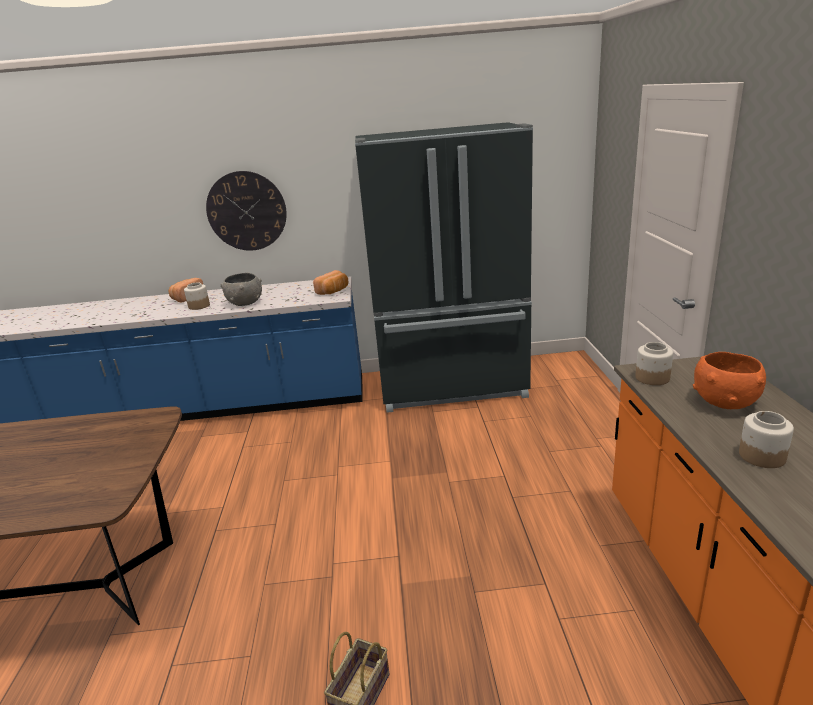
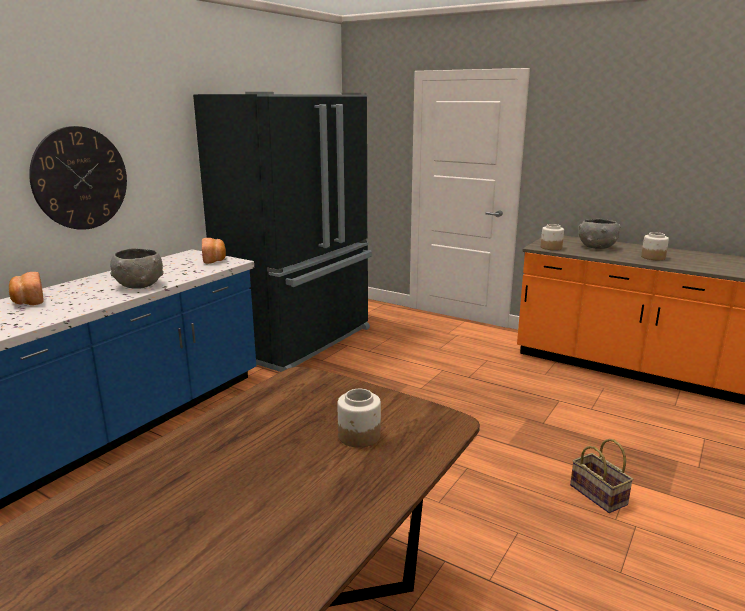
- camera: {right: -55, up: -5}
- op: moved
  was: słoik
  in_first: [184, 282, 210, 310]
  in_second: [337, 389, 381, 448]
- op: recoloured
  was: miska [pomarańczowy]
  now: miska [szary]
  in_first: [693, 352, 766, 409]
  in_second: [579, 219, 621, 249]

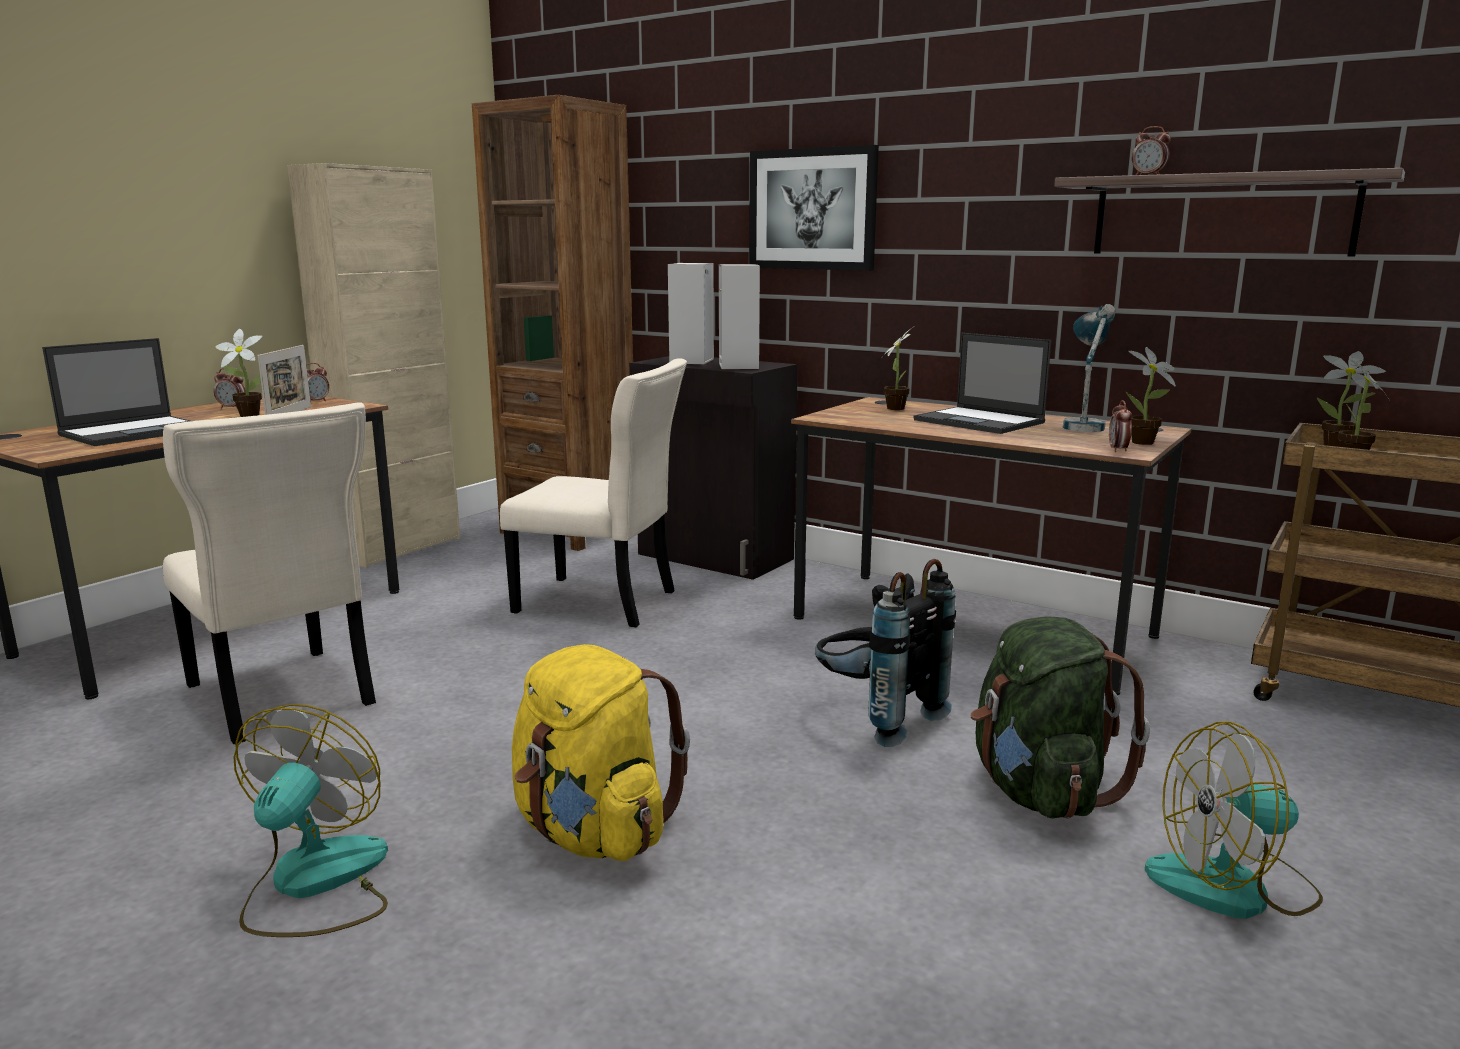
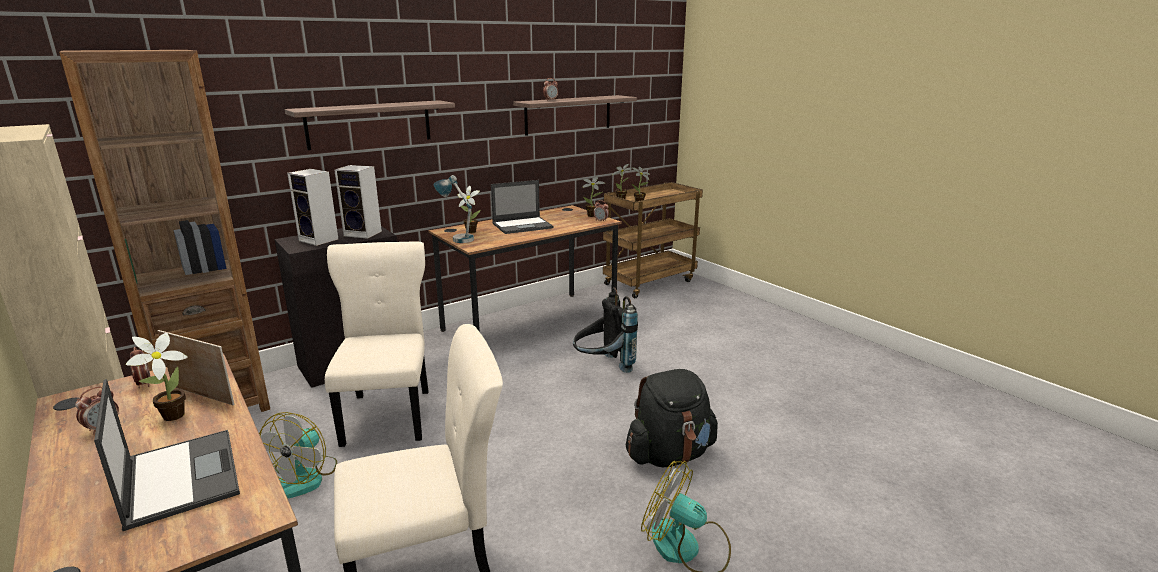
- camera: {right: -70, up: 5}
- op: turned
  was: krzesło [beżowy]
  in_first: [500, 358, 687, 627]
  in_second: [325, 242, 428, 447]
  clockwise: -45
- op: recoloured
  was: plecak [żółty]
  now: plecak [czarny]
  in_first: [512, 644, 690, 861]
  in_second: [626, 369, 718, 467]
- op: replaced
  was: obraz
  now: półka
  in_first: [749, 145, 879, 271]
  in_second: [284, 100, 455, 150]
- op: removed
  was: plecak [zielony]
  in_first: [971, 616, 1150, 818]
- op: moved
  was: lampa stołowa
  in_first: [1063, 304, 1115, 432]
  in_second: [434, 175, 474, 243]
- op: moved
  was: wentylator
  in_first: [1145, 722, 1323, 919]
  in_second: [259, 412, 337, 498]

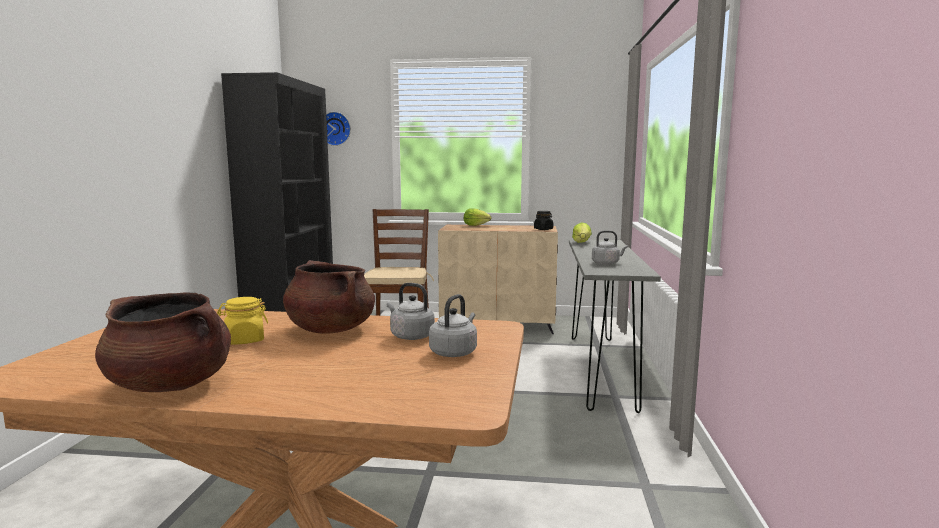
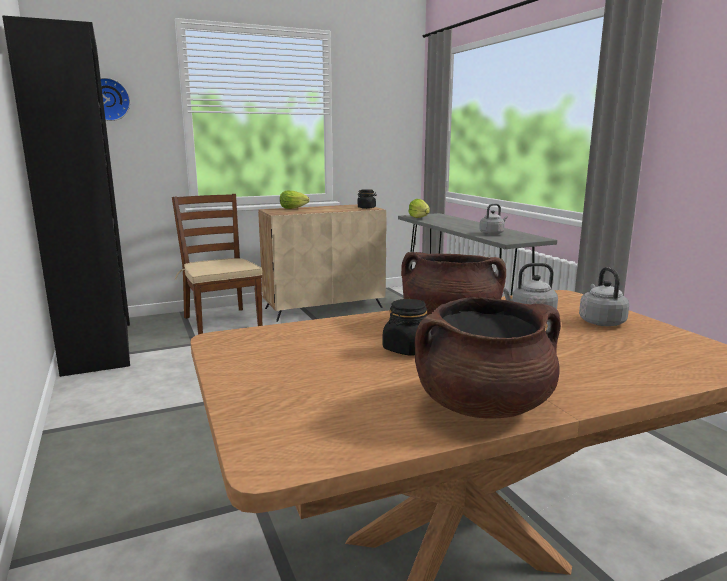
- camera: {right: -30, up: 5}
- op: recoloured
  was: słoik [żółty]
  now: słoik [czarny]
  in_first: [217, 297, 268, 345]
  in_second: [382, 299, 427, 356]

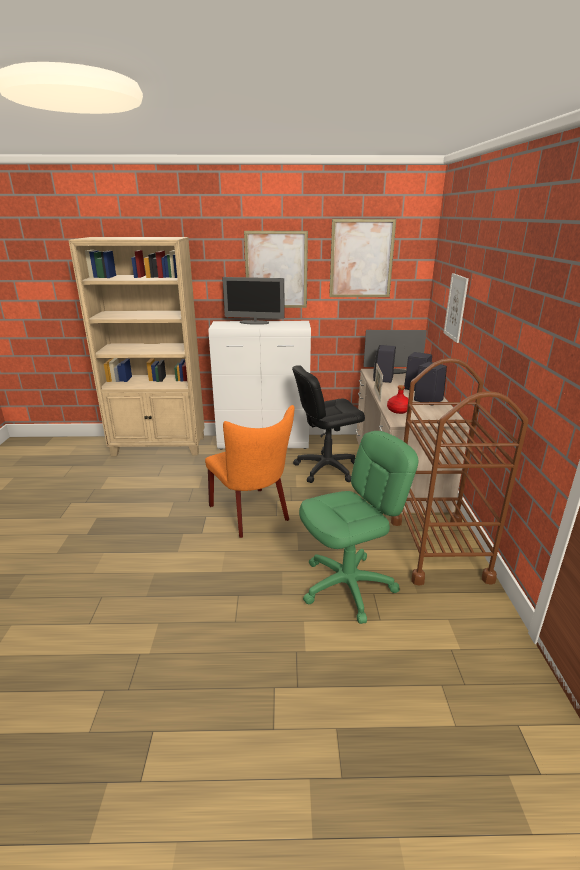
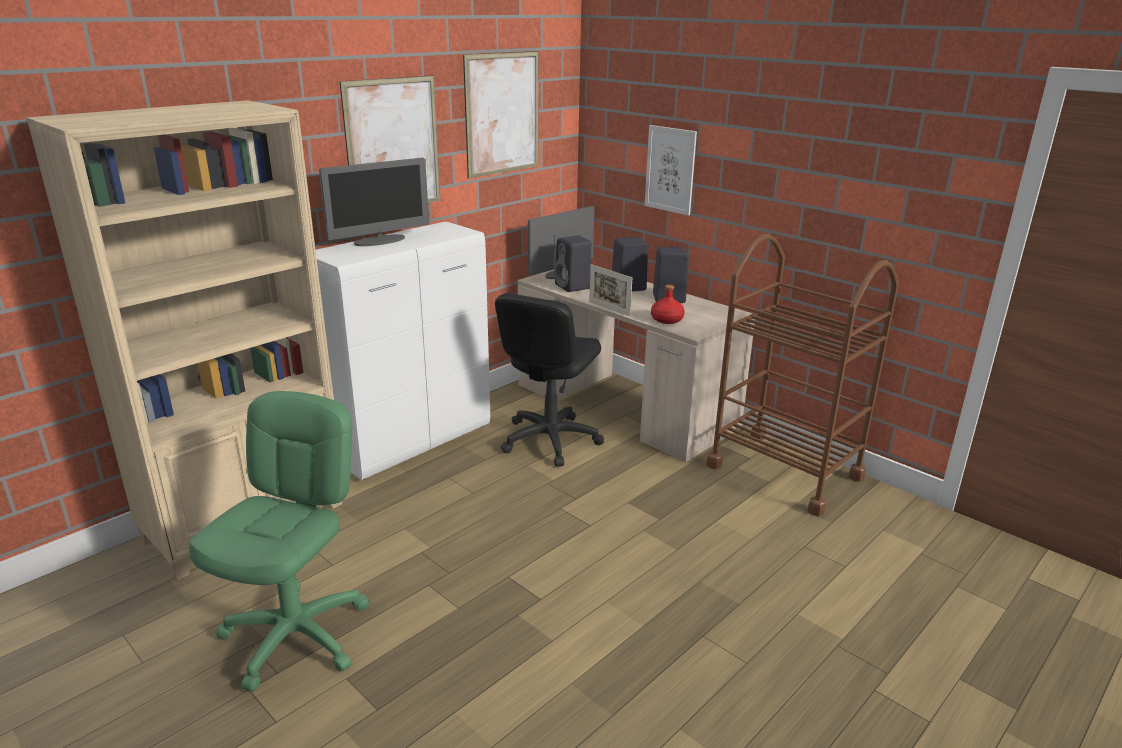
- camera: {right: -45, up: 0}
- op: removed
  was: krzesło [pomarańczowy]
  in_first: [205, 405, 295, 538]
- op: moved
  was: krzesło biurowe [zielony]
  in_first: [299, 431, 418, 624]
  in_second: [189, 391, 370, 692]

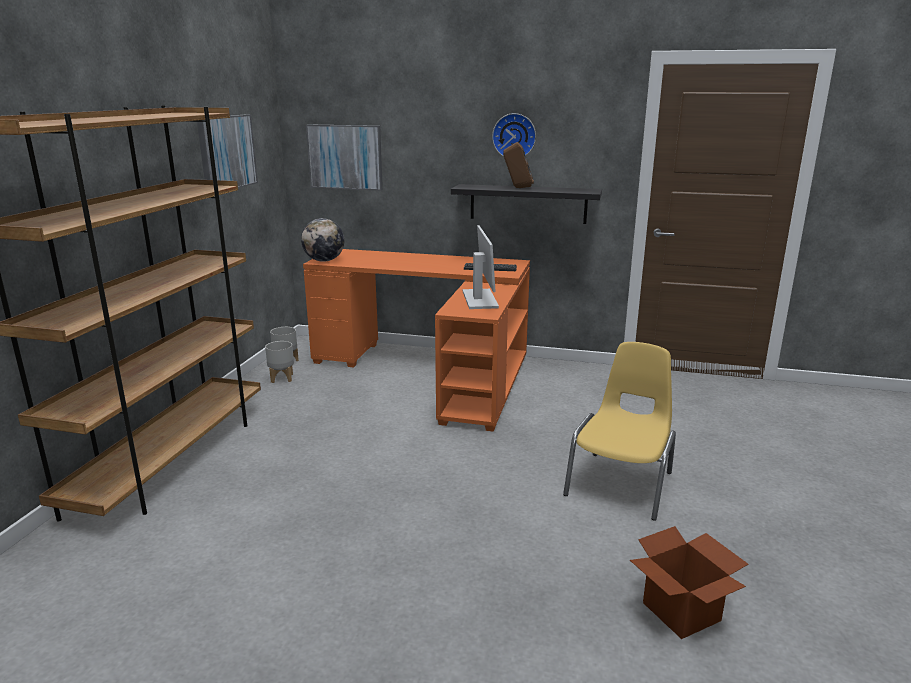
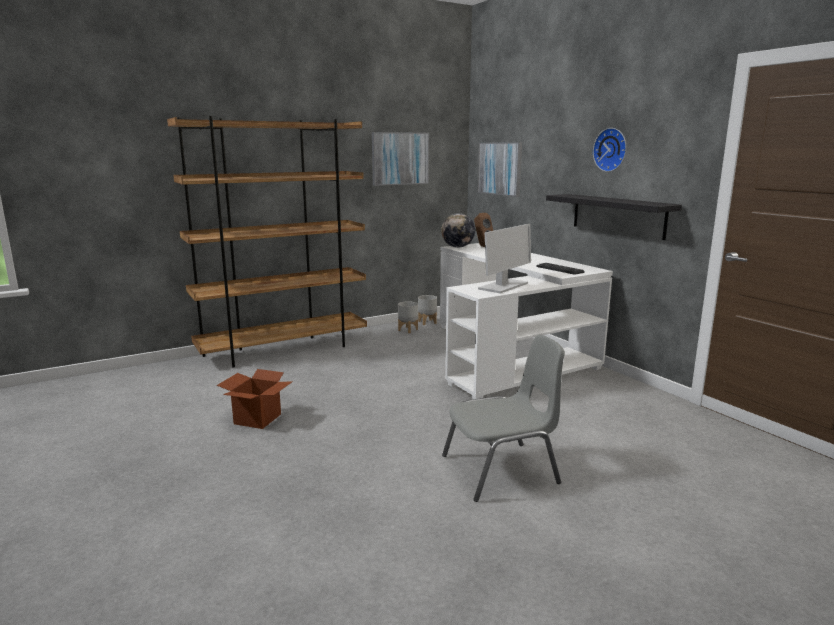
- camera: {right: 45, up: -5}
- op: recoloured
  was: biurko [pomarańczowy]
  now: biurko [biały]
  in_first: [303, 249, 530, 432]
  in_second: [440, 243, 613, 399]
- op: moved
  was: głośnik [brązowy]
  in_first: [503, 142, 534, 188]
  in_second: [474, 213, 493, 247]
- op: recoloured
  was: krzesło [żółty]
  now: krzesło [szary]
  in_first: [563, 342, 676, 521]
  in_second: [442, 335, 565, 502]
- op: moved
  was: karton
  in_first: [630, 526, 749, 639]
  in_second: [217, 369, 292, 429]

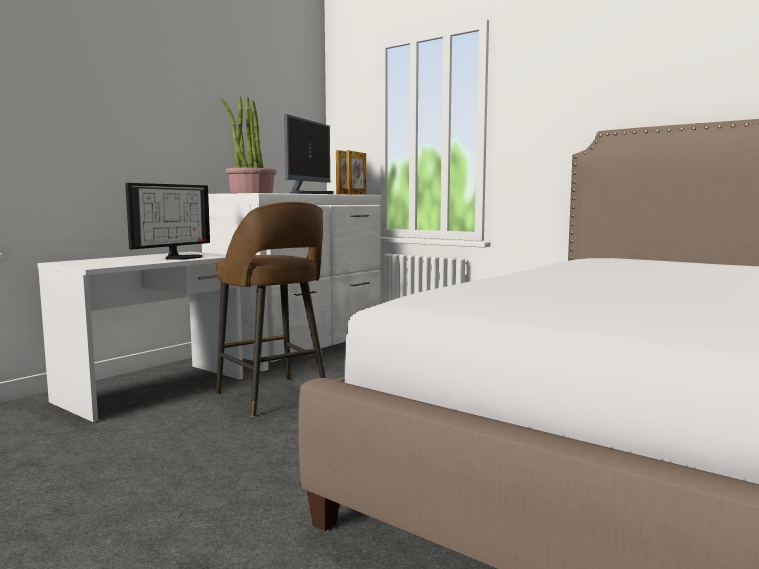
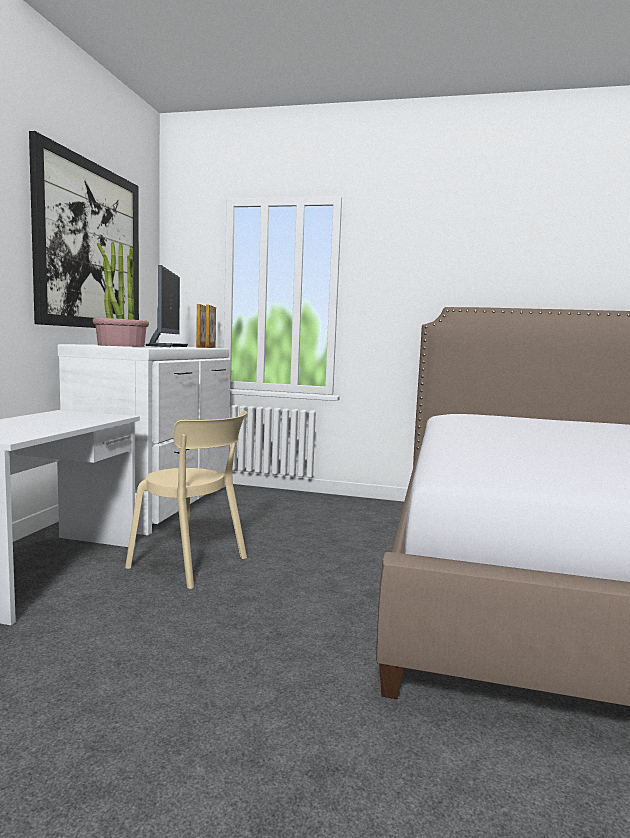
- camera: {right: -25, up: 0}
- op: removed
  was: monitor
  in_first: [125, 183, 210, 260]
- op: replaced
  was: stołek [brązowy]
  now: krzesło [beżowy]
  in_first: [216, 202, 326, 417]
  in_second: [125, 411, 247, 589]
- op: added
  now: obraz
  in_second: [29, 131, 139, 328]

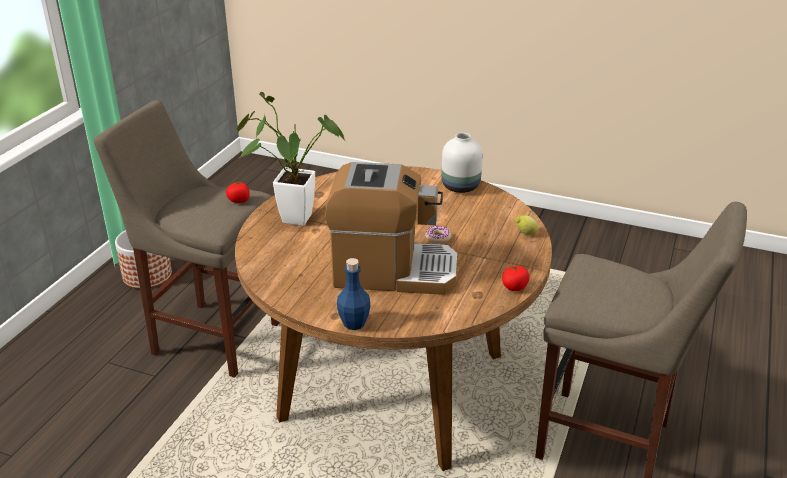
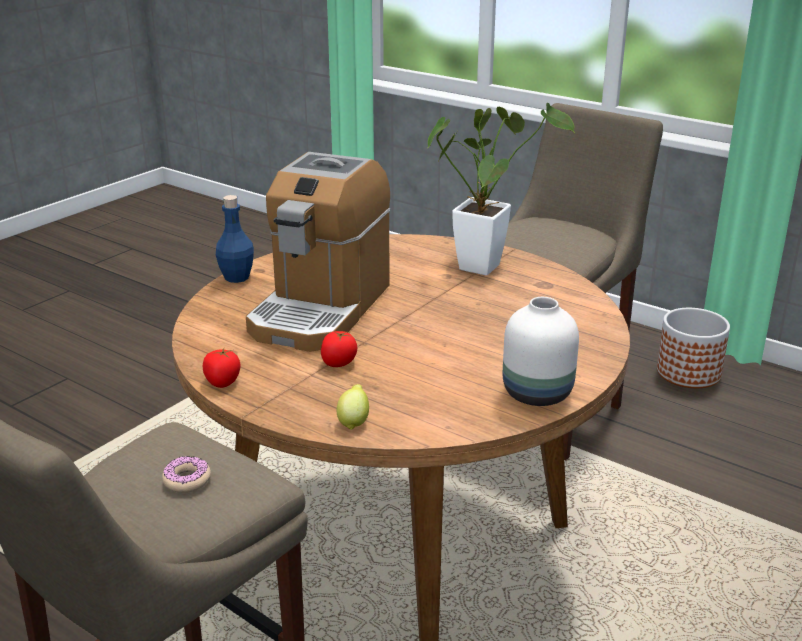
- camera: {right: 105, up: -5}
- op: moved
  was: pomidor
  in_first: [226, 181, 250, 203]
  in_second: [321, 331, 357, 367]
- op: moved
  was: donut
  in_first: [425, 225, 451, 244]
  in_second: [162, 456, 211, 493]

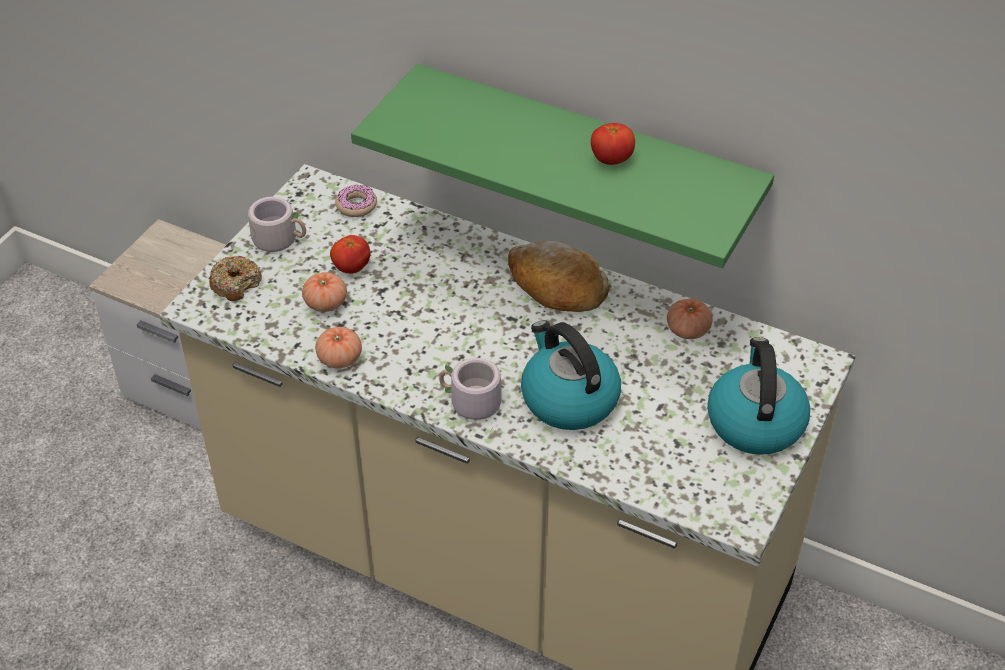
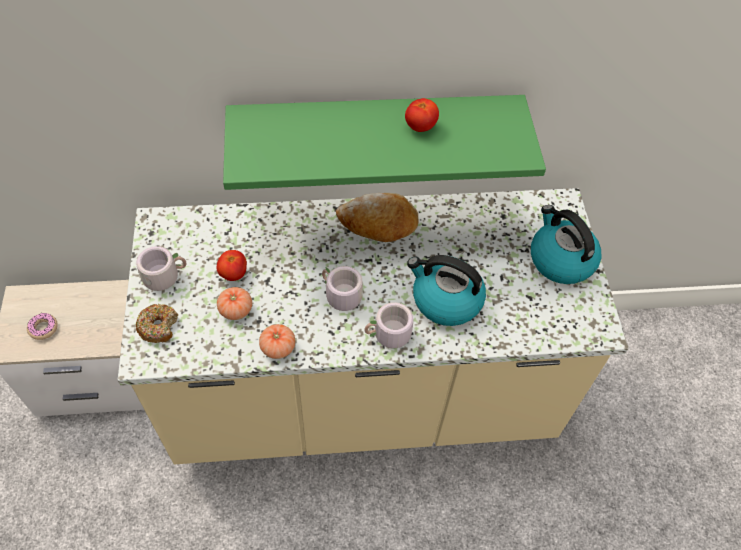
- camera: {right: -35, up: 10}
- op: moved
  was: donut
  in_first: [335, 185, 377, 217]
  in_second: [27, 313, 57, 340]
- op: removed
  was: pomidor
  in_first: [667, 299, 713, 339]
- op: added
  now: kubek [szary]
  in_second: [322, 266, 363, 311]

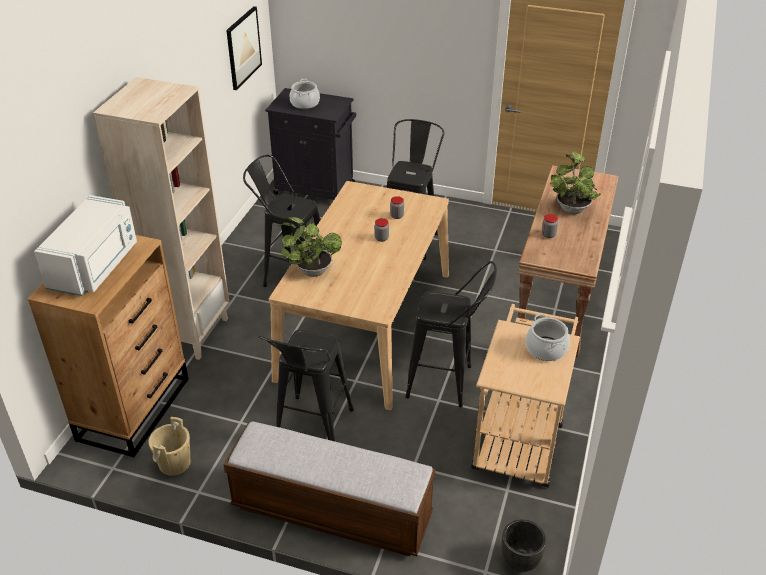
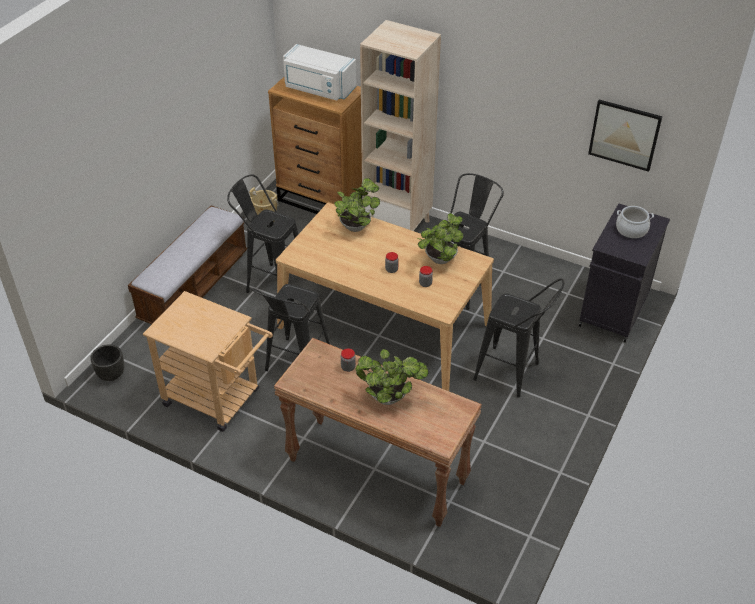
- camera: {right: 100, up: 5}
- op: removed
  was: garnek
  in_first: [526, 313, 570, 361]
- op: added
  now: roślina doniczkowa
  in_second: [417, 213, 463, 264]

